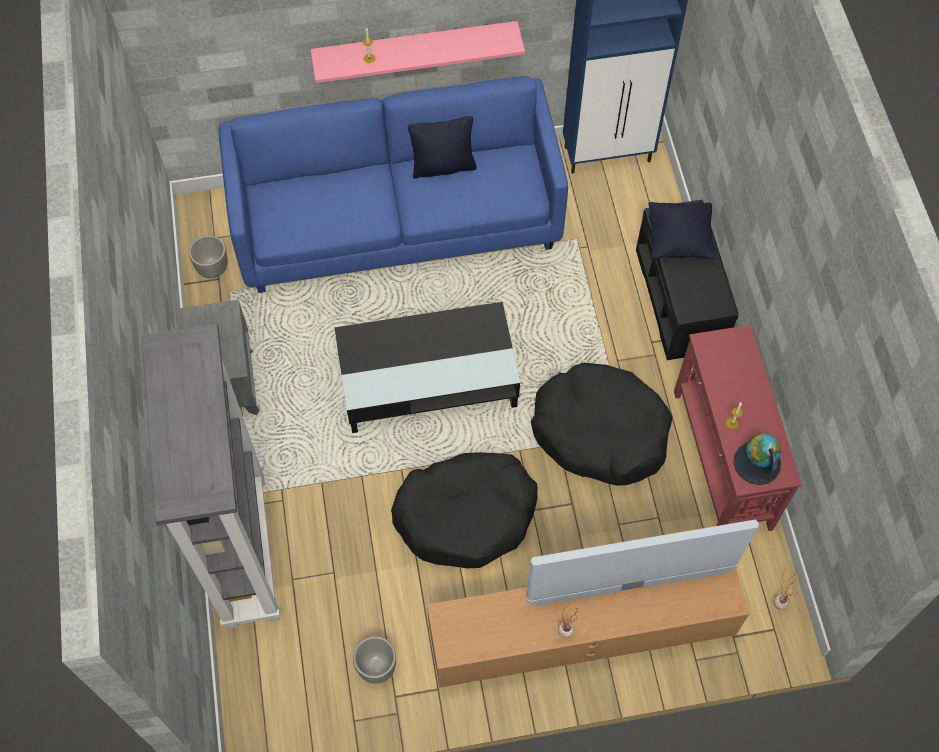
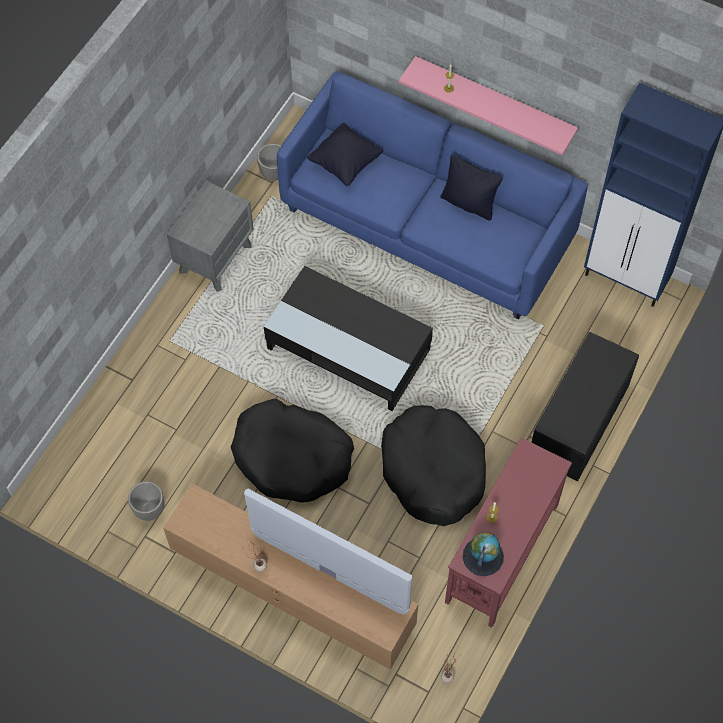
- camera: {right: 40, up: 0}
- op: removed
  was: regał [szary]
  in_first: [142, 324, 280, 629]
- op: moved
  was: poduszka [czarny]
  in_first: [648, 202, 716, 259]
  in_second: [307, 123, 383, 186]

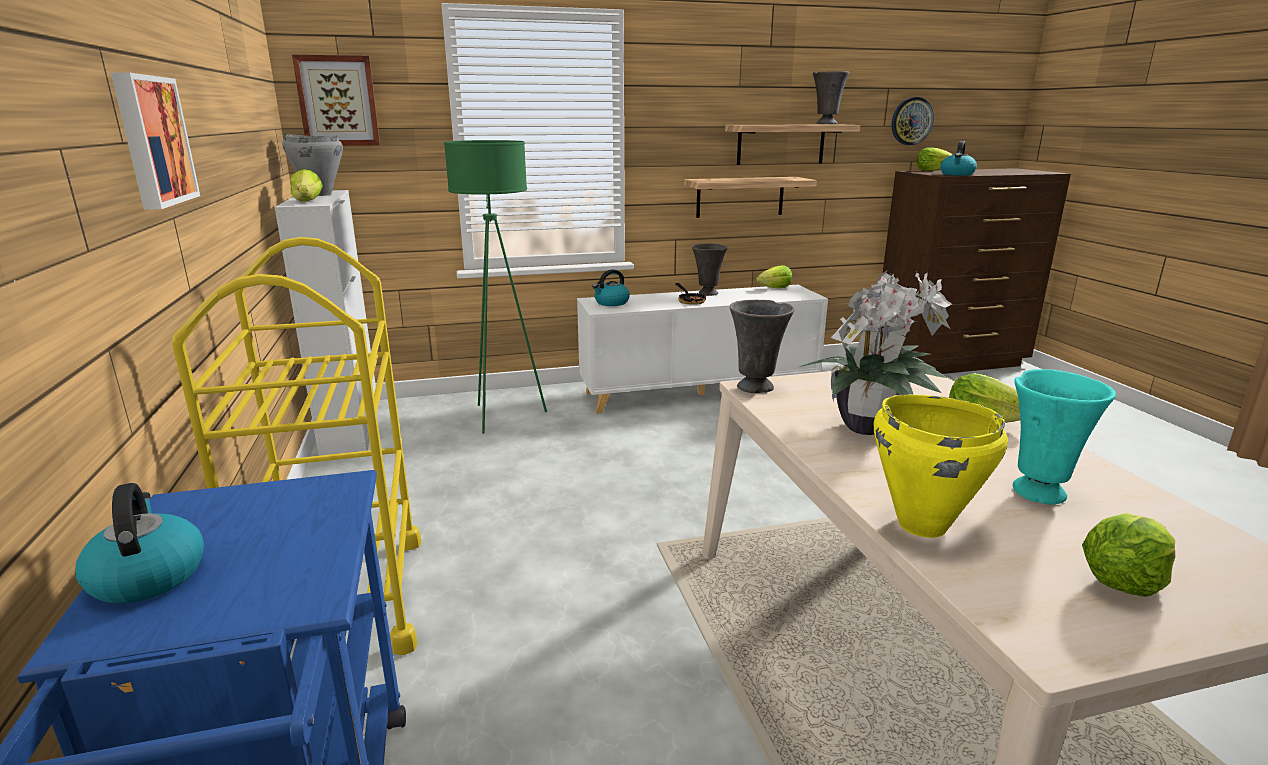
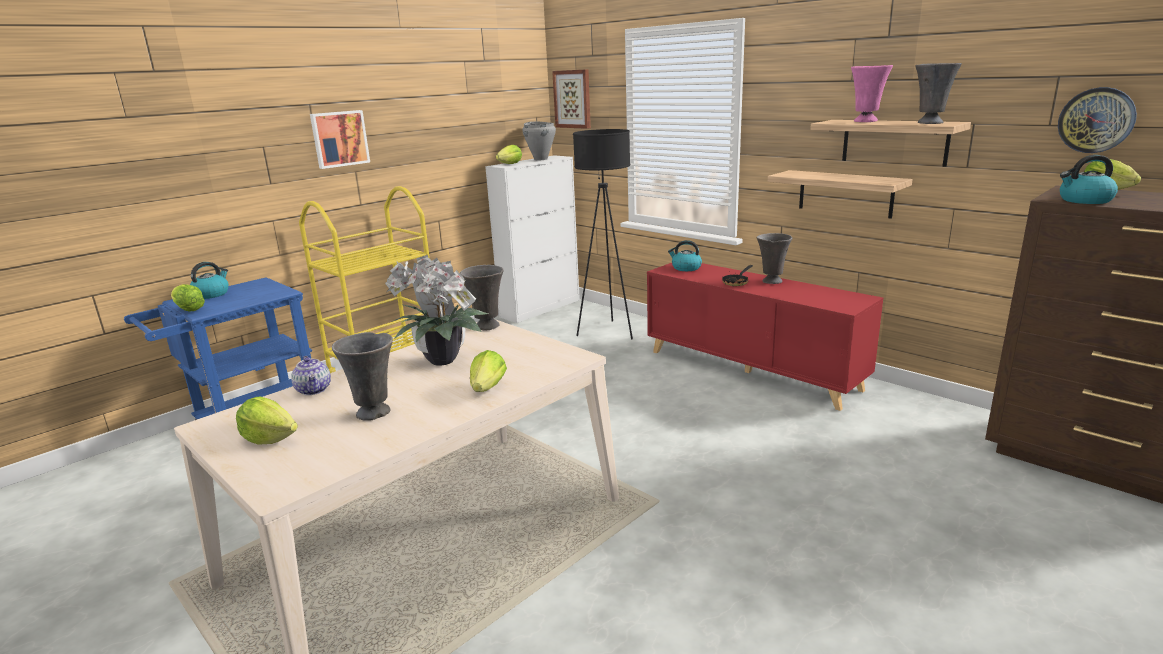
- camera: {right: 60, up: 0}
- op: recoloured
  was: lampa stojąca [zielony]
  now: lampa stojąca [czarny]
  in_first: [444, 140, 547, 434]
  in_second: [573, 129, 633, 339]
- op: recoloured
  was: szafka [biały]
  now: szafka [czerwony]
  in_first: [577, 285, 828, 413]
  in_second: [647, 263, 883, 411]
- op: moved
  was: sałata
  in_first: [756, 265, 792, 288]
  in_second: [171, 284, 205, 312]
- op: replaced
  was: garnek [żółty]
  now: imbryk
  in_first: [874, 394, 1008, 538]
  in_second: [291, 356, 331, 395]
- op: recoloured
  was: wazon [turkusowy]
  now: wazon [szary]
  in_first: [1013, 369, 1116, 505]
  in_second: [332, 332, 393, 421]
- op: added
  now: wazon [różowy]
  in_second: [851, 65, 893, 122]

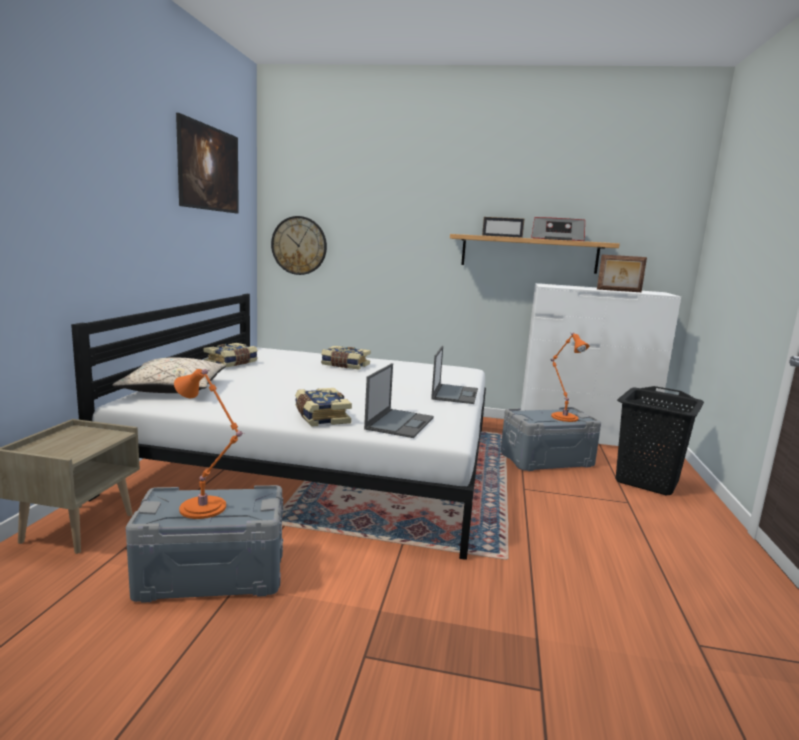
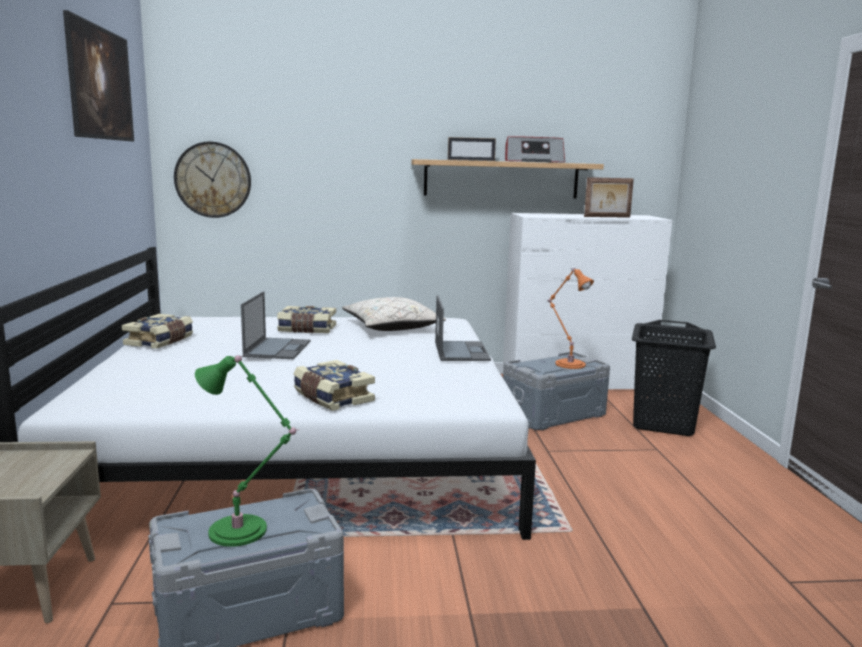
- camera: {right: -15, up: 0}
- op: moved
  was: poduszka [beżowy]
  in_first: [113, 358, 226, 393]
  in_second: [342, 297, 446, 331]
- op: recoloured
  was: lampa stołowa [pomarańczowy]
  now: lampa stołowa [zielony]
  in_first: [174, 369, 245, 519]
  in_second: [195, 355, 299, 547]
- op: moved
  was: laptop
  in_first: [364, 363, 434, 438]
  in_second: [241, 292, 310, 359]

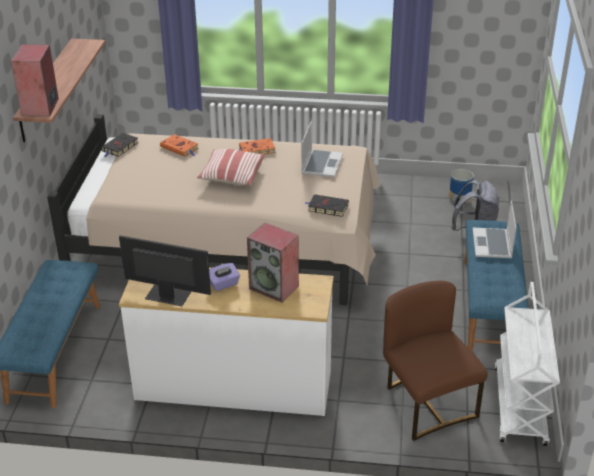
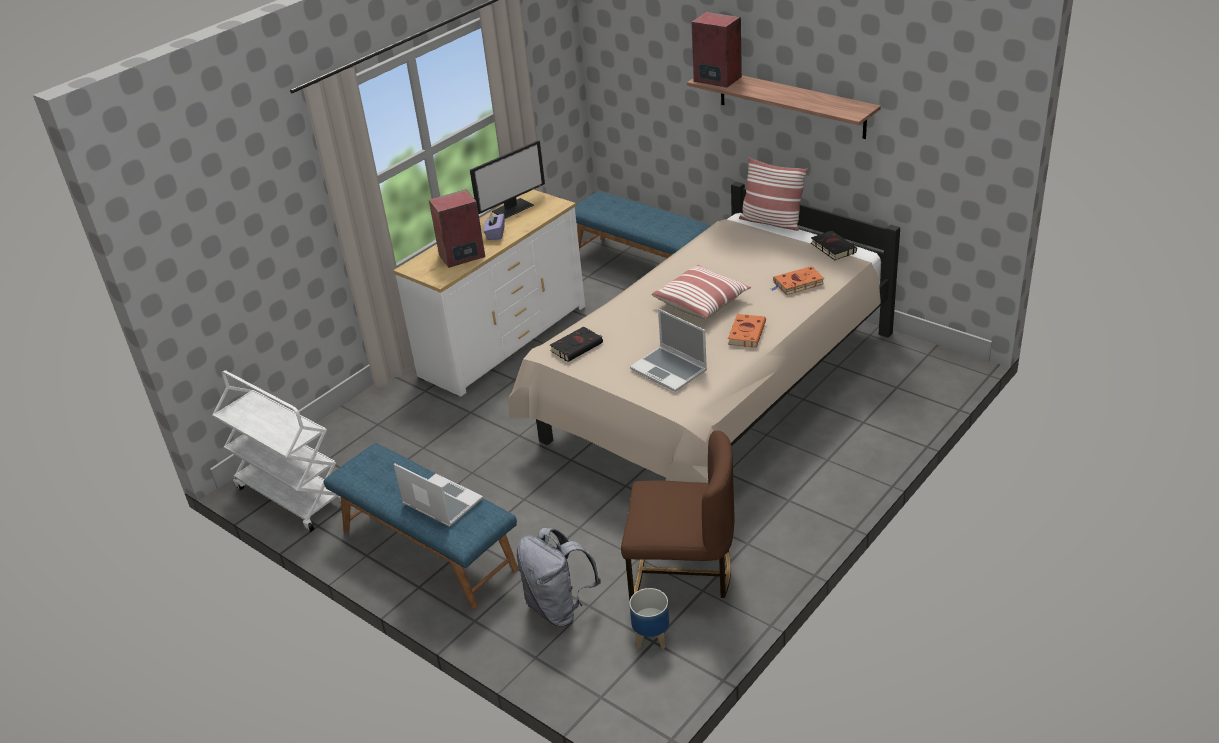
- camera: {right: 125, up: 0}
- op: moved
  was: krzesło [brązowy]
  in_first: [383, 281, 488, 441]
  in_second: [621, 430, 735, 601]
- op: added
  now: poduszka
  in_second: [739, 157, 808, 231]

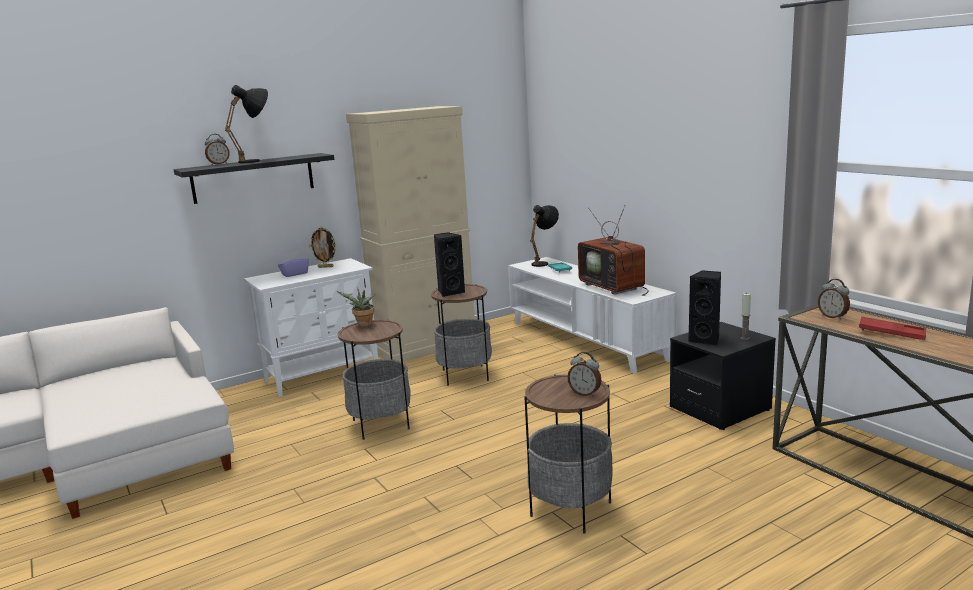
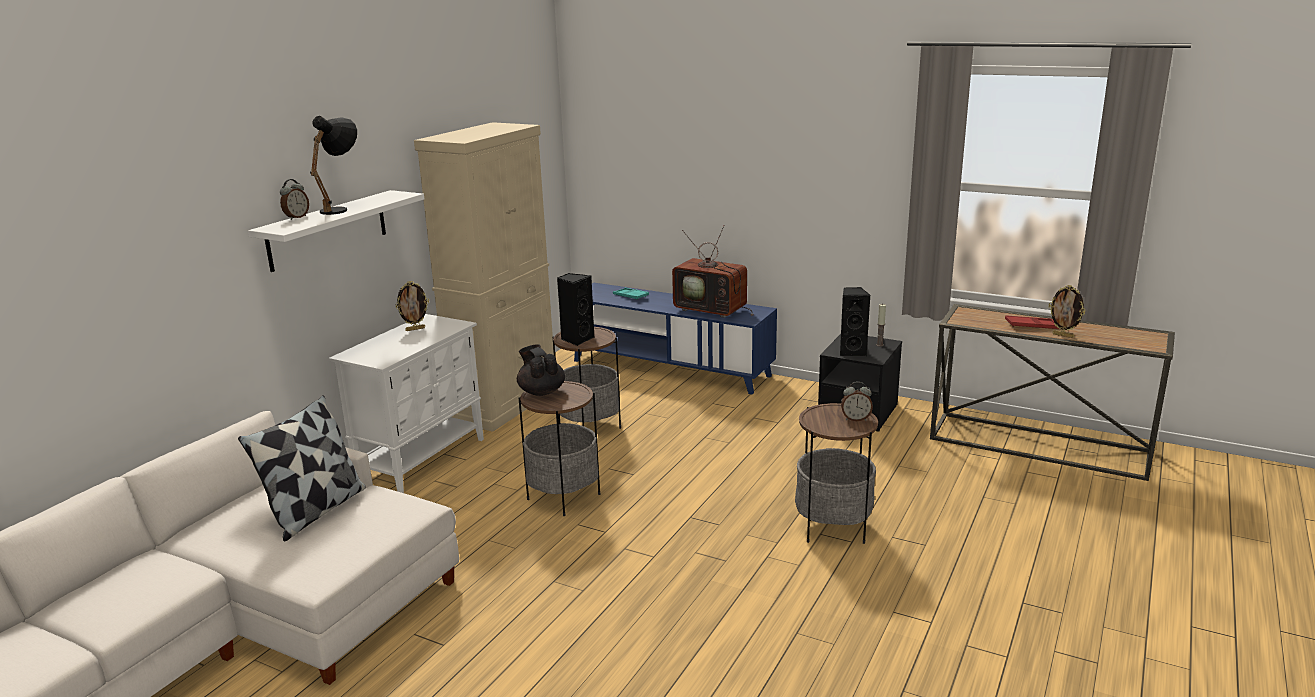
- camera: {right: -30, up: 5}
- op: recoloured
  was: półka [czarny]
  now: półka [biały]
  in_first: [174, 153, 334, 204]
  in_second: [248, 190, 424, 272]
- op: removed
  was: pudełko chusteczek [fioletowy]
  in_first: [278, 252, 309, 277]
- op: replaced
  was: roślina doniczkowa
  now: imbryk [czarny]
  in_first: [337, 288, 376, 327]
  in_second: [517, 344, 565, 396]
- op: recoloured
  was: szafka pod telewizor [biały]
  now: szafka pod telewizor [niebieski]
  in_first: [508, 257, 676, 374]
  in_second: [574, 283, 777, 395]
- op: removed
  was: lampa stołowa [czarny]
  in_first: [530, 205, 559, 267]
- op: removed
  was: budzik
  in_first: [818, 279, 850, 320]
- op: added
  now: poduszka
  in_second: [238, 395, 366, 541]
- op: added
  now: ramka na zdjęcie
  in_second: [1049, 285, 1085, 338]

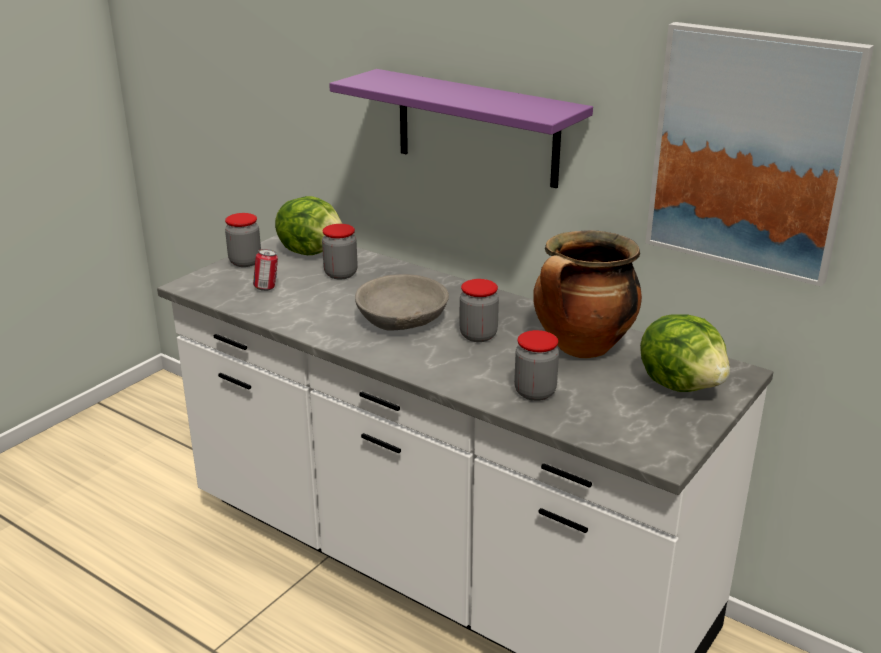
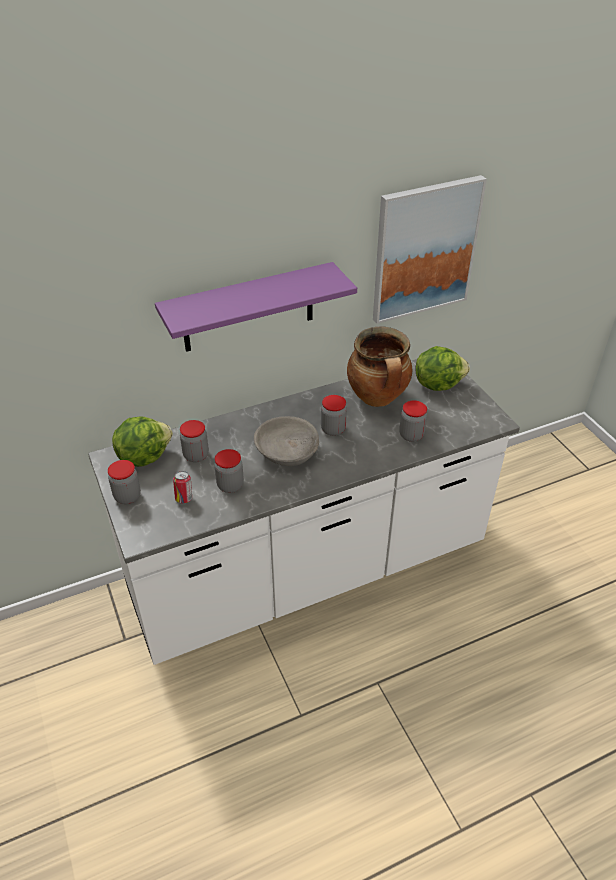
- camera: {right: -60, up: 15}
- op: added
  now: słoik
  in_second: [214, 449, 244, 493]

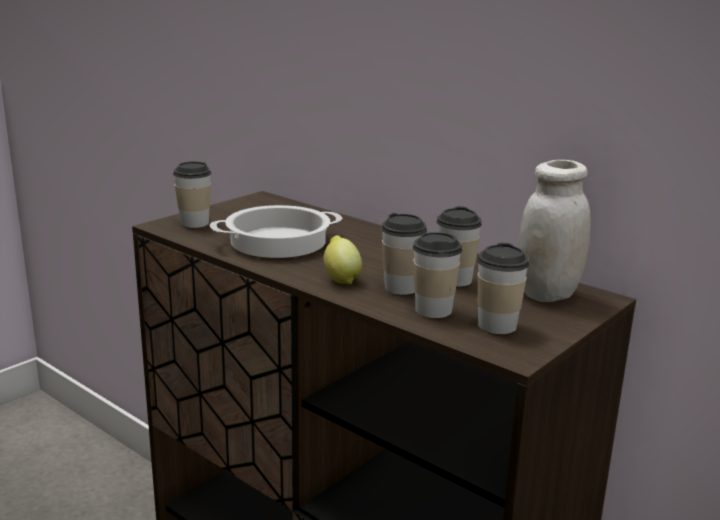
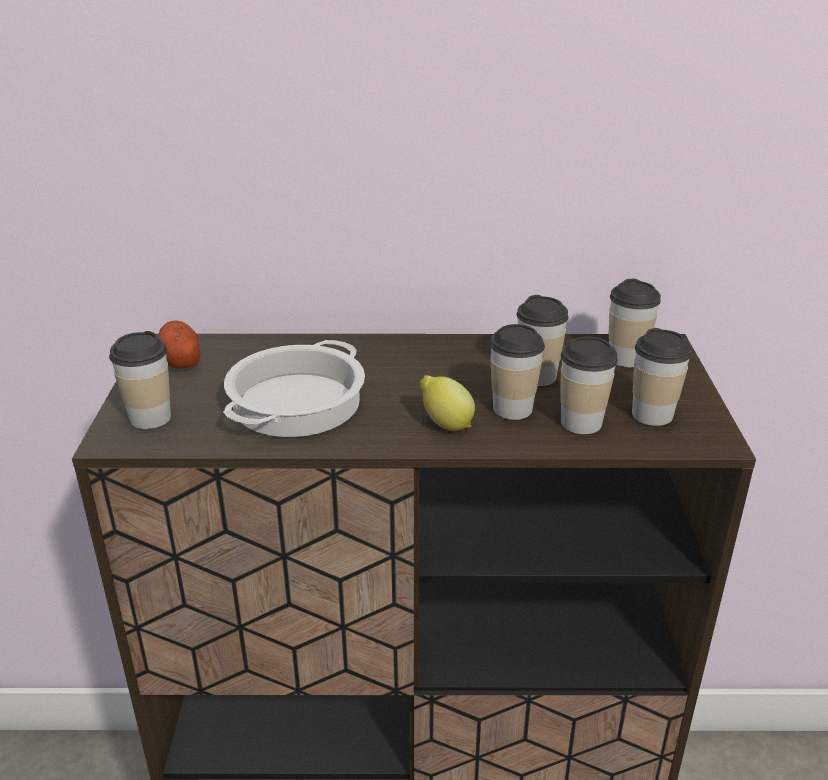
- camera: {right: -40, up: 10}
- op: replaced
  was: słoik [biały]
  now: filiżanka
  in_first: [518, 160, 590, 302]
  in_second: [608, 279, 661, 367]
- op: added
  now: ziemniak
  in_second: [158, 321, 200, 369]

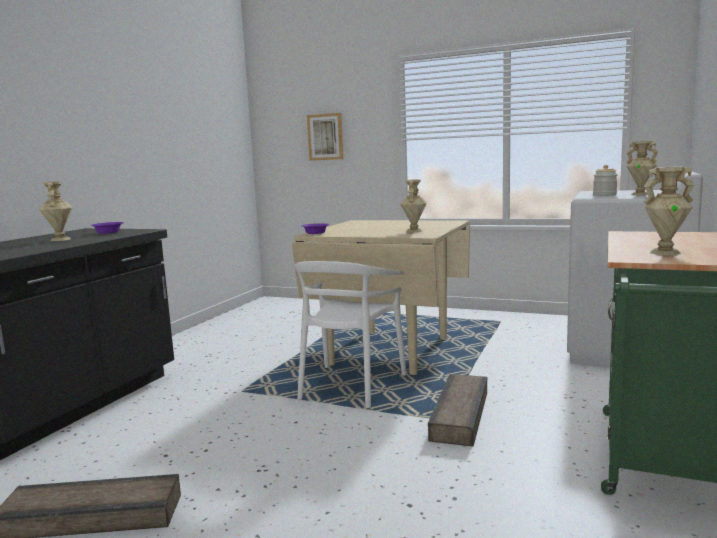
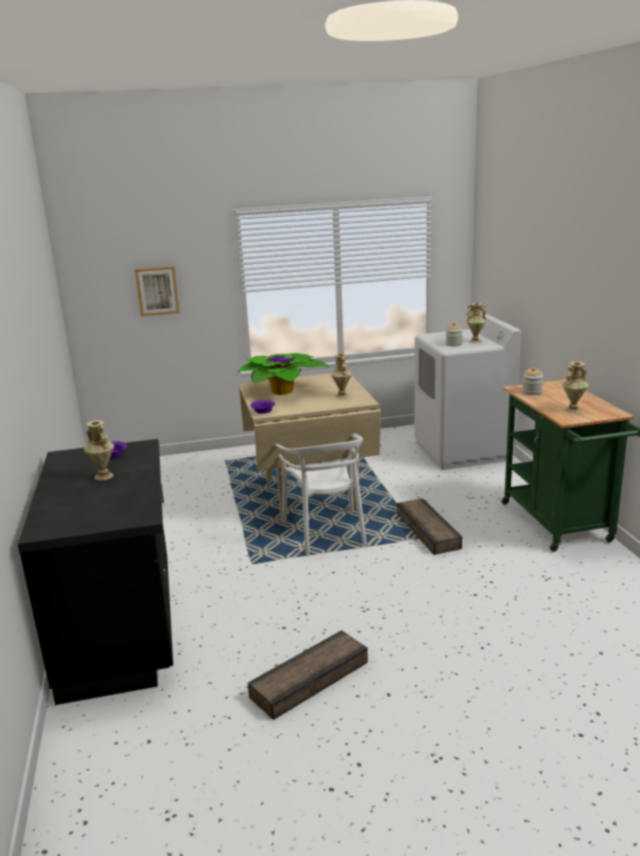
- camera: {right: -35, up: 10}
- op: added
  now: roślina doniczkowa
  in_second: [238, 353, 330, 395]
- op: added
  now: słoik
  in_second: [522, 367, 543, 395]

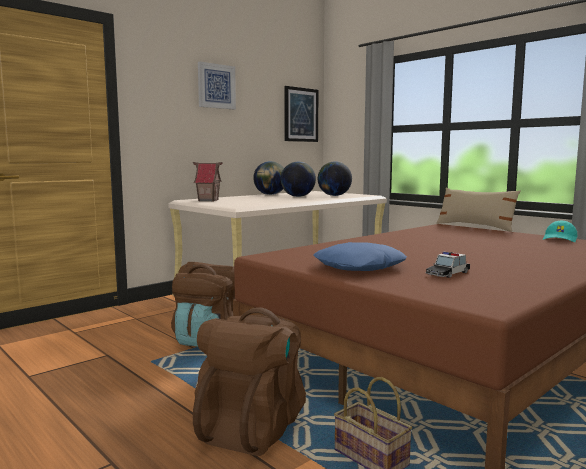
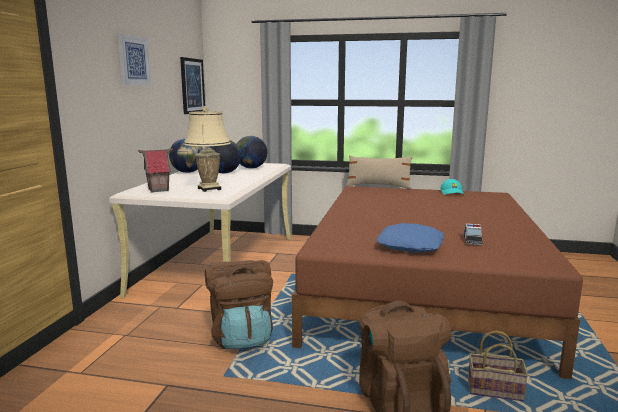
- camera: {right: -35, up: 5}
- op: added
  now: lampa stołowa [beżowy]
  in_second: [184, 106, 231, 192]

